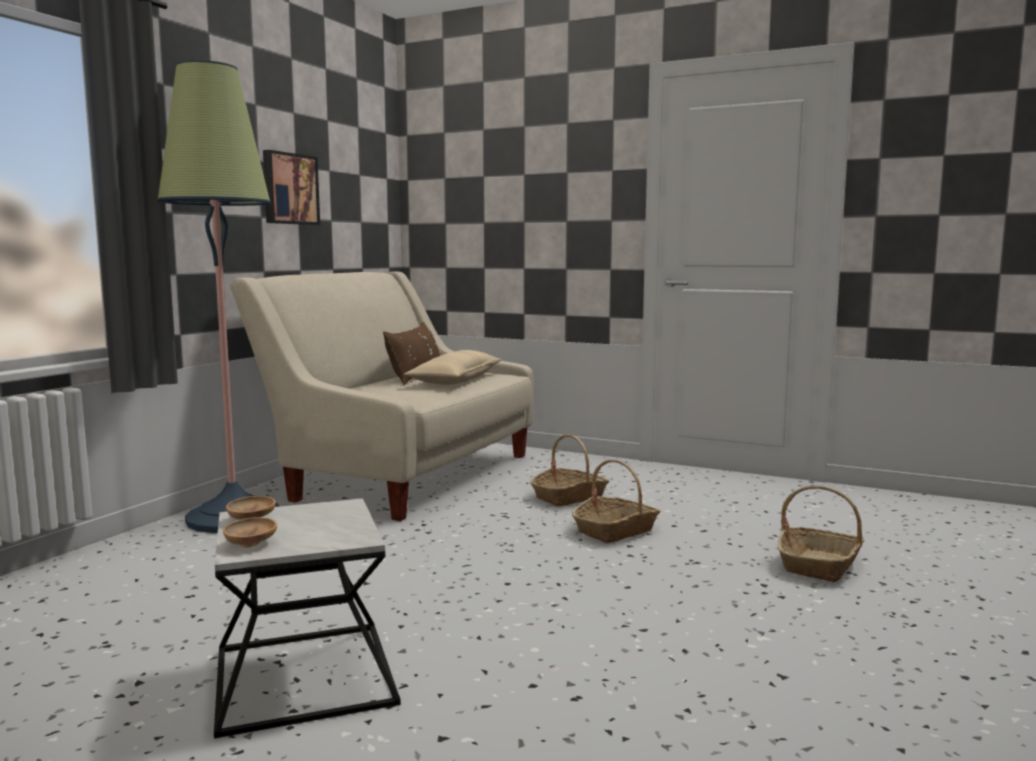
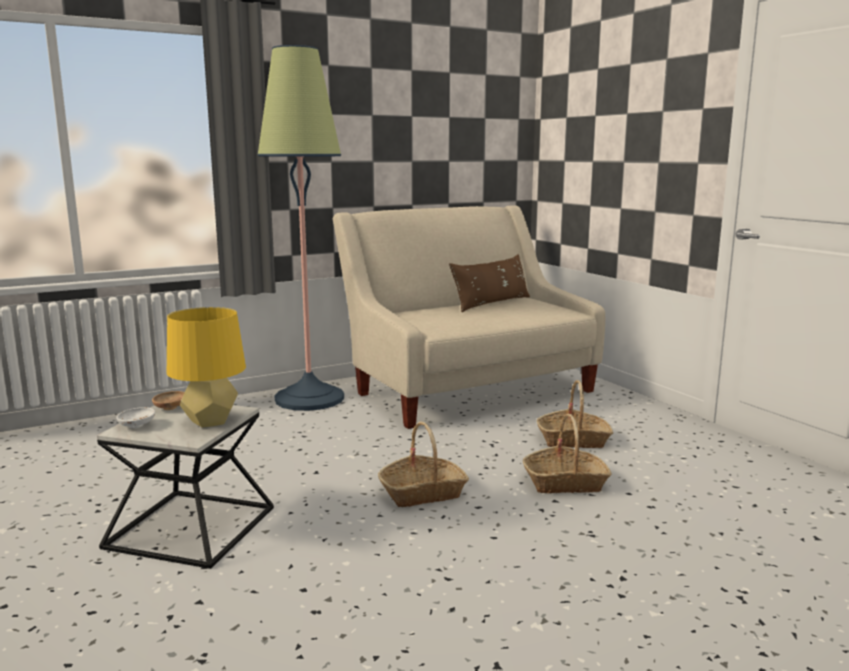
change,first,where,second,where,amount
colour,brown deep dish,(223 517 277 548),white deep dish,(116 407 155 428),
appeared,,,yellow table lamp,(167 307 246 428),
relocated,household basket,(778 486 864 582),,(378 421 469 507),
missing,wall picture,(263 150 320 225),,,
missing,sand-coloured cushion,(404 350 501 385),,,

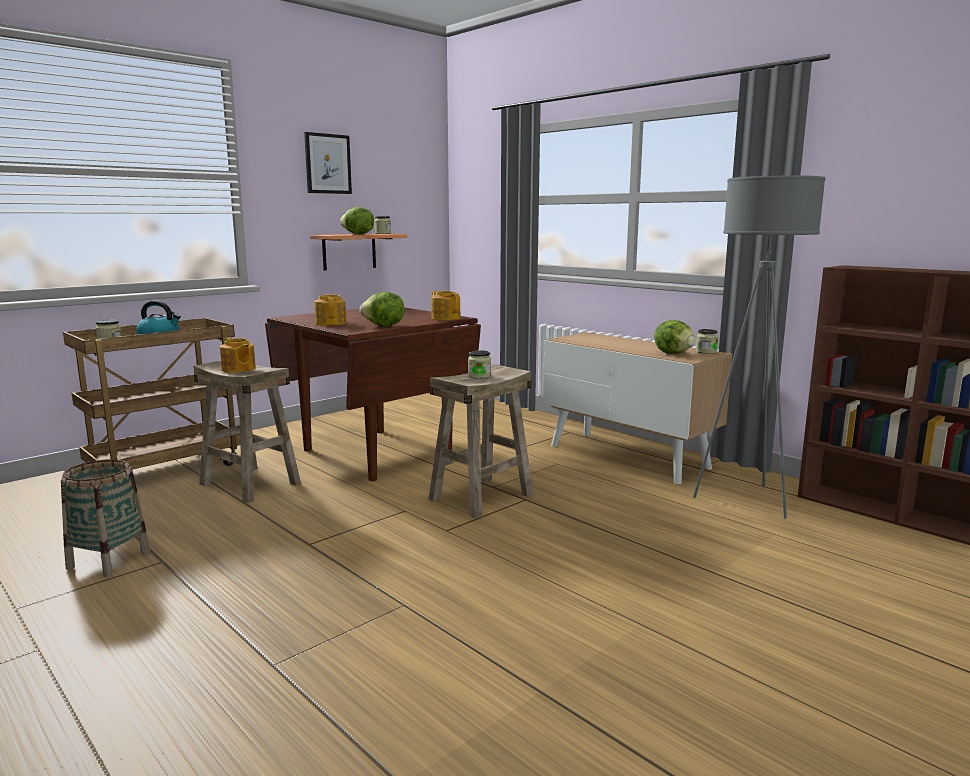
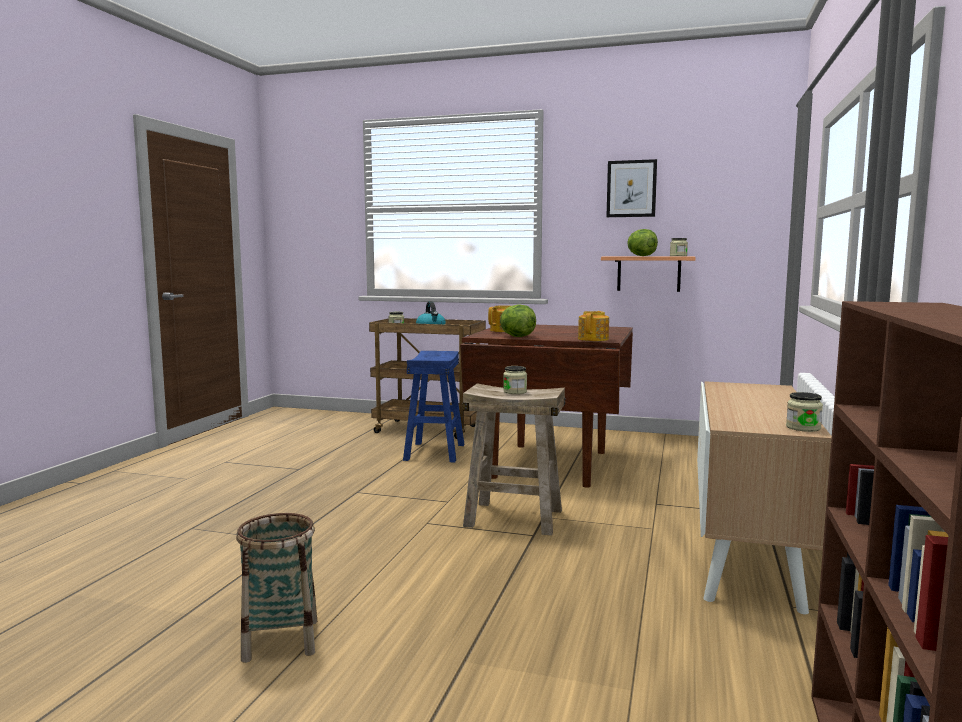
change,first,where,second,where,amount
relocated,household basket,(61 459 150 577),,(236 513 317 663),
colour,sand-coloured sitting stool,(193 361 301 503),blue sitting stool,(403 351 464 462),
missing,pot for tea,(220 337 256 373),,,
missing,head of lettuce,(654 320 695 354),,,
missing,gray standing lamp,(693 175 826 519),,,

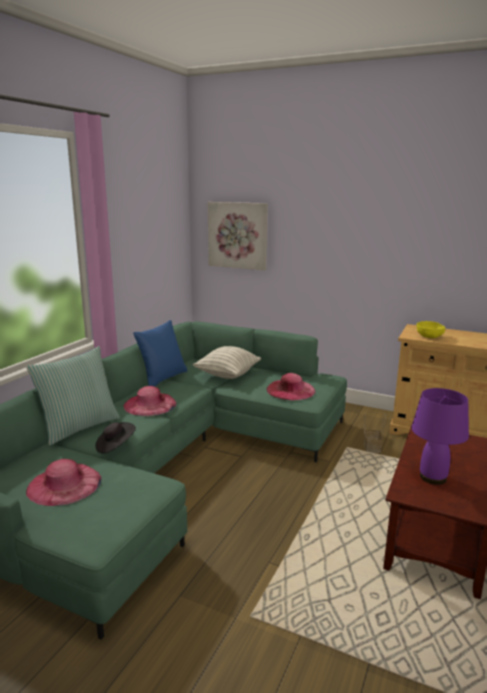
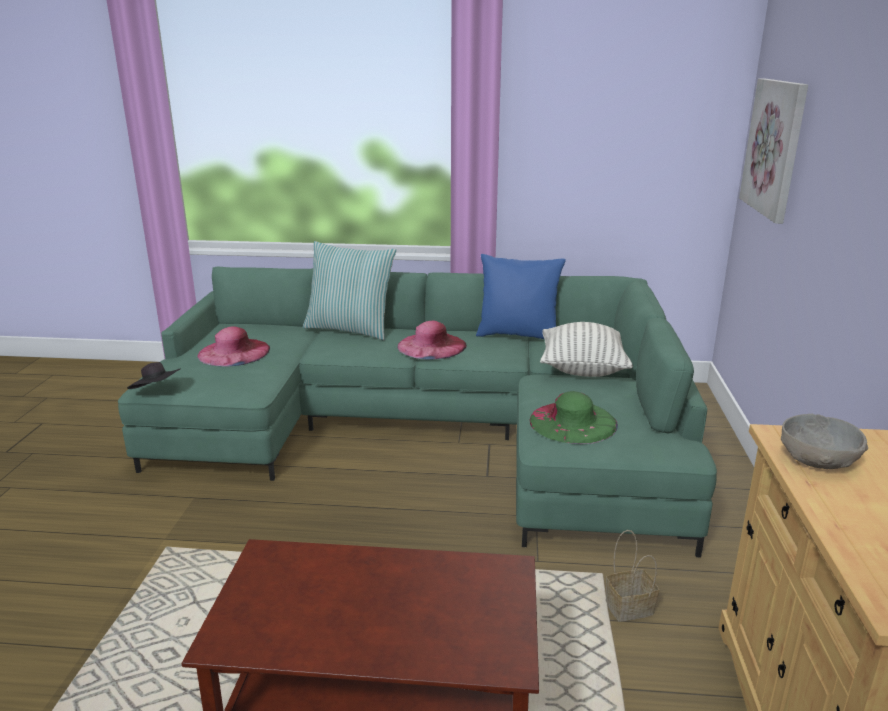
change,first,where,second,where,amount
relocated,black clothing hat,(95 422 136 453),,(127 362 180 389),
colour,pink clothing hat,(267 373 315 400),greenish clothing hat,(529 391 618 444),
colour,yellow deep dish,(416 321 445 338),gray deep dish,(781 414 868 469),
missing,purple table lamp,(412 388 469 485),,,

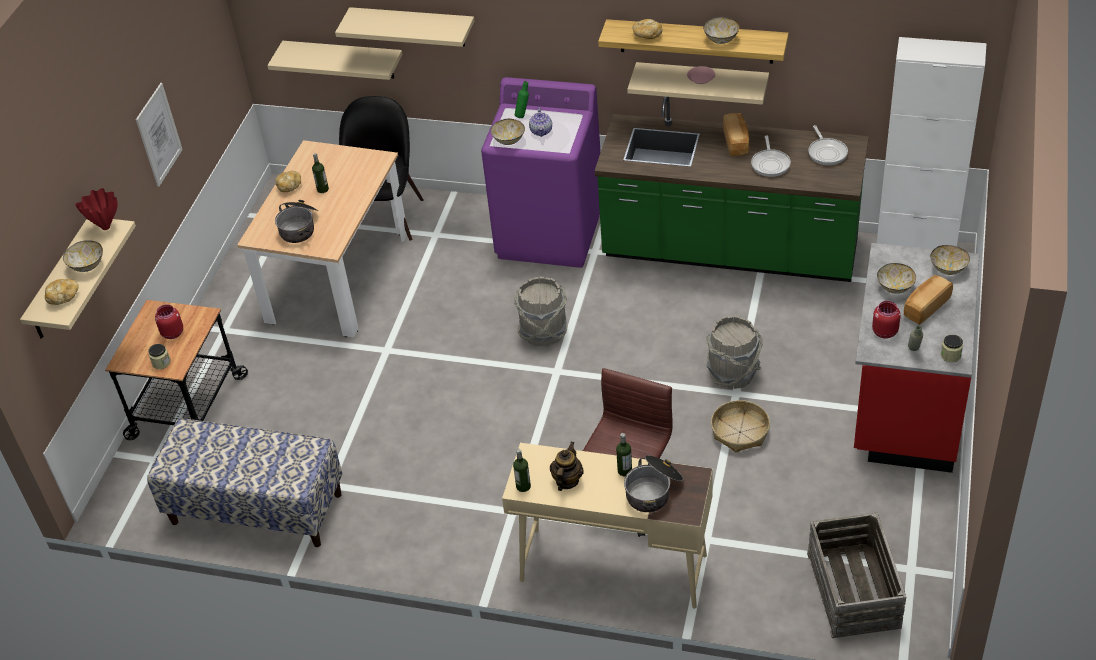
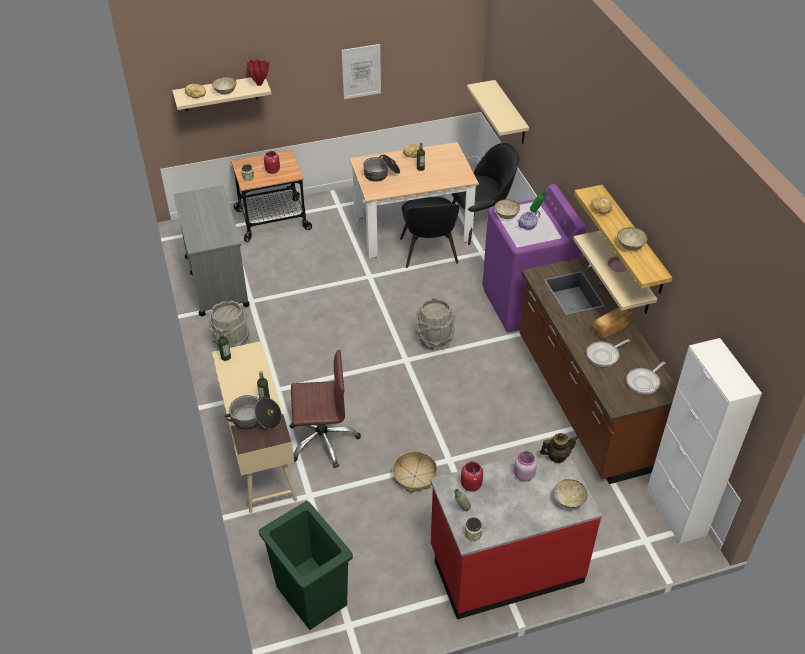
change,first,where,second,where,amount
exchanged,long seat,(147 419 342 547),gray trolley,(174 186 250 316),
relocated,gray water bucket,(706 315 763 389),,(208 301 250 348),
exchanged,crate,(807 512 906 638),greenish rubbish bin,(259 501 353 630),
appeared,,,black plain chair,(400 197 460 268),
exchanged,deep dish,(877 263 916 294),pink preserve jar,(514 451 537 481),
colour,greenish kitchen base unit,(594 96 869 282),brown kitchen base unit,(519 257 677 484),
relocated,pot for tea,(550 442 584 491),,(540 433 579 463),
missing,sand-coloured shelf,(335 7 474 47),,,
missing,bread,(904 275 953 325),,,

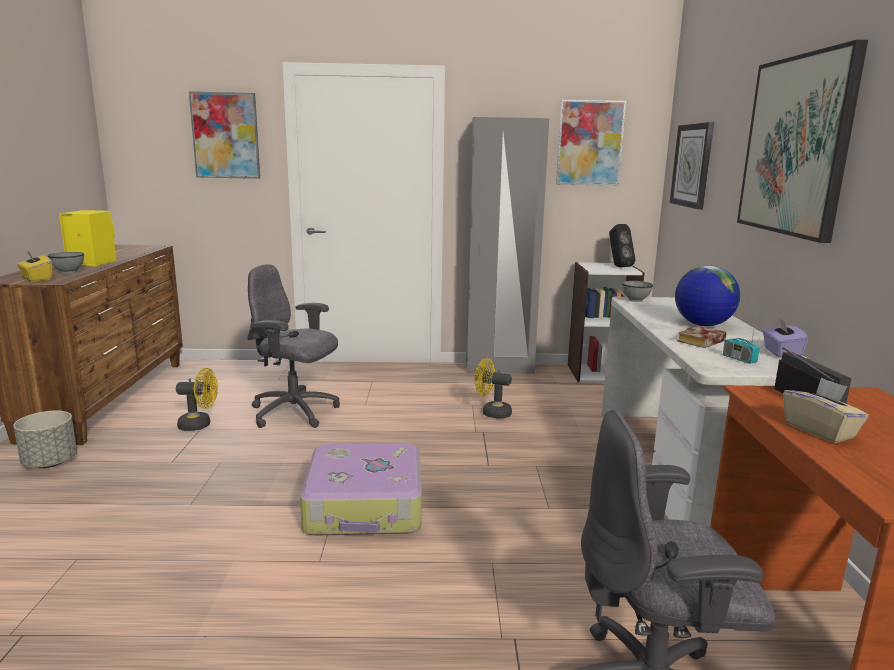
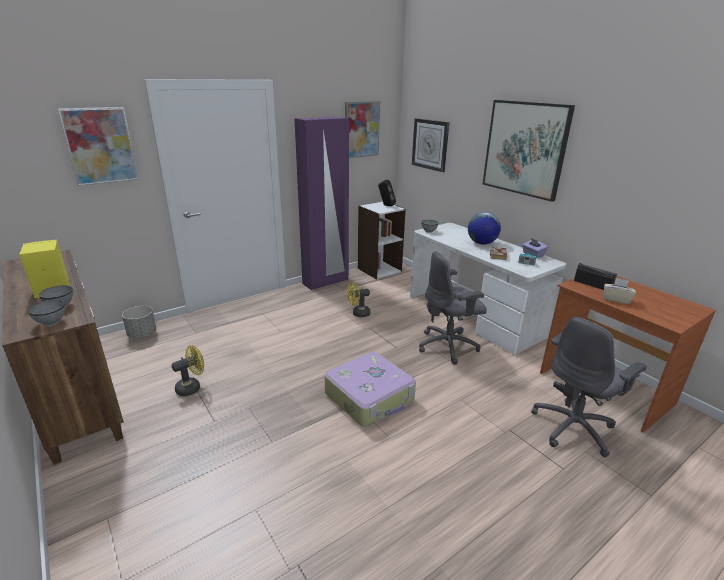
change,first,where,second,where,amount
exchanged,yellow tissue box,(17 251 52 282),gray deep dish,(28 300 65 326),
relocated,gray plant pot,(13 410 77 468),,(122 306 157 338),
colour,gray wardrobe,(466 117 549 374),purple wardrobe,(294 116 349 290),
relocated,gray office chair,(247 264 340 428),,(419 251 487 365),

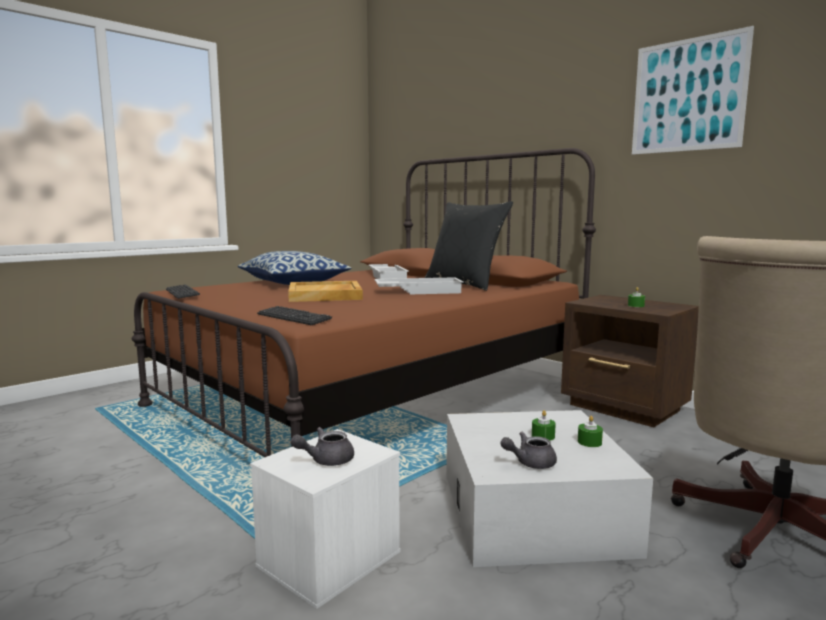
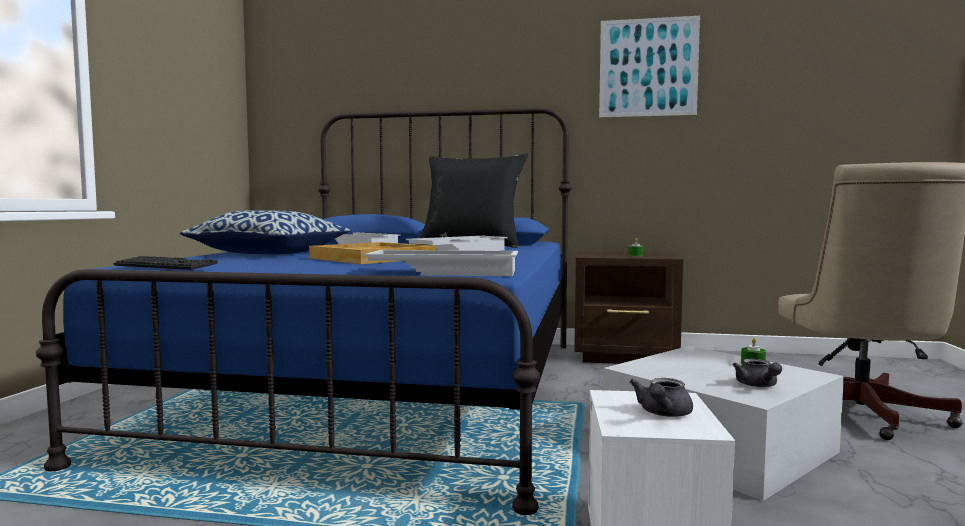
change,first,where,second,where,amount
colour,brown bedroom bed,(132 148 596 457),blue bedroom bed,(36 108 572 515),
exchanged,keyboard,(257 306 332 325),white carrying tray,(364 250 518 276),
spun,gray pot for tea,(500 432 557 469),,(733 358 782 387),45 degrees counterclockwise
missing,greenish wax light,(532 410 556 441),,,

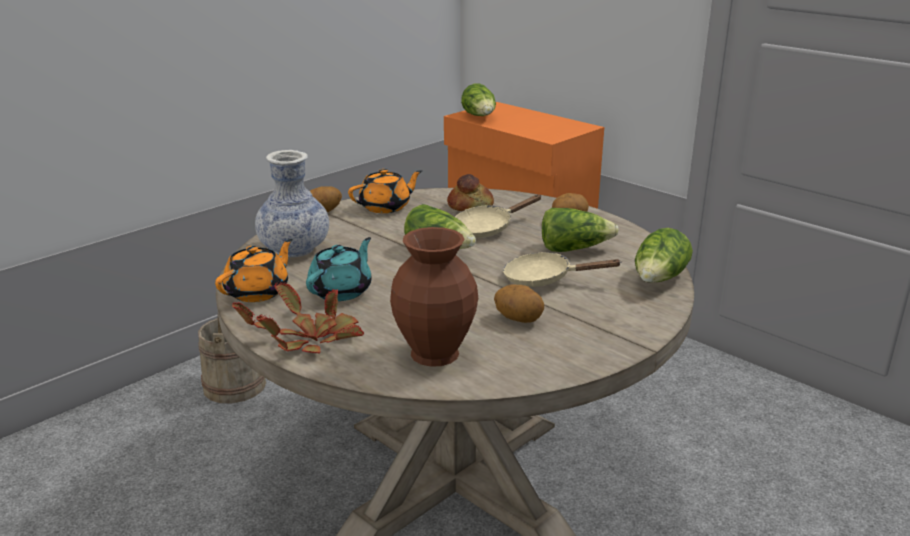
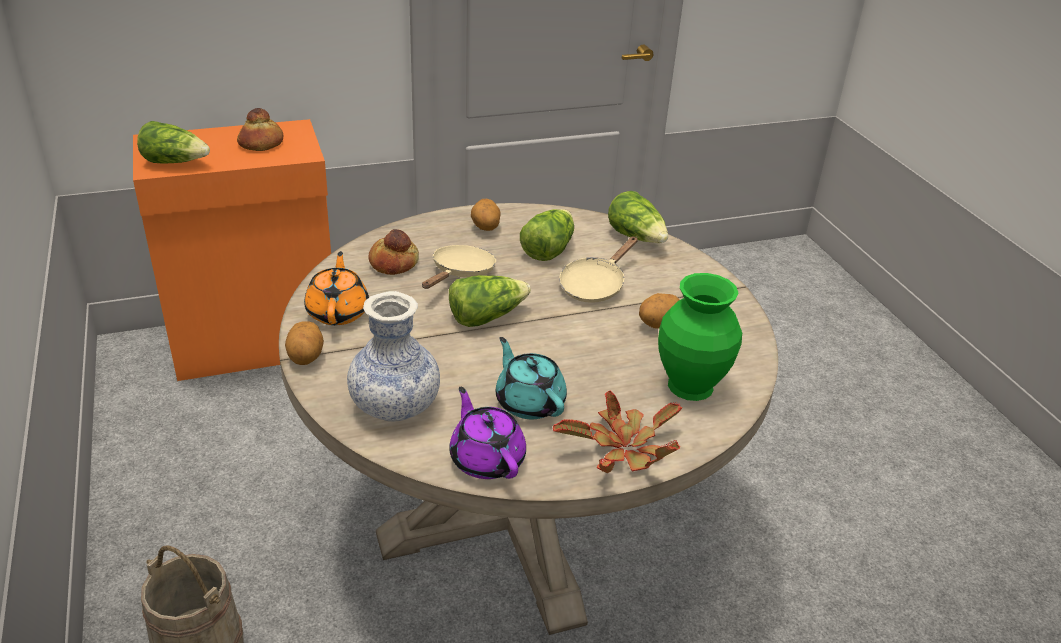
change,first,where,second,where,amount
appeared,,,bread,(237 108 283 151),
spun,sand-coloured pan,(455 195 542 238),,(422 245 496 289),150 degrees counterclockwise
colour,orange-coloured pot for tea,(215 239 293 302),purple pot for tea,(449 387 526 479),
colour,brown vase,(390 227 478 367),greenish vase,(658 273 742 401),

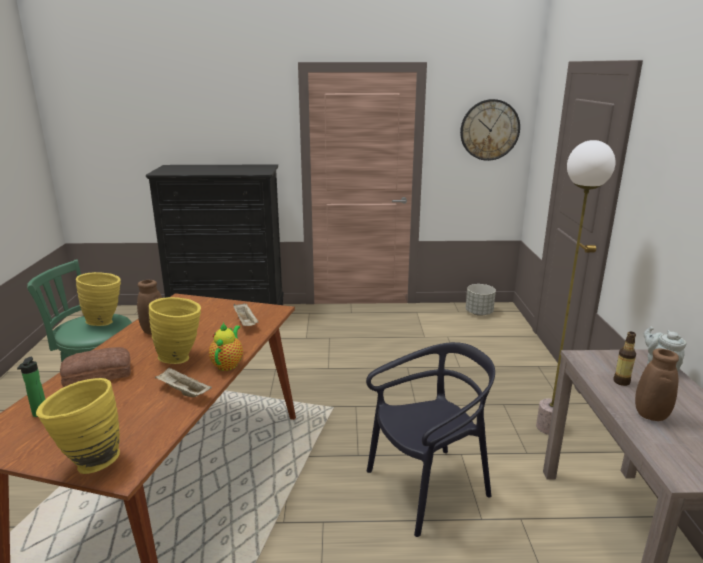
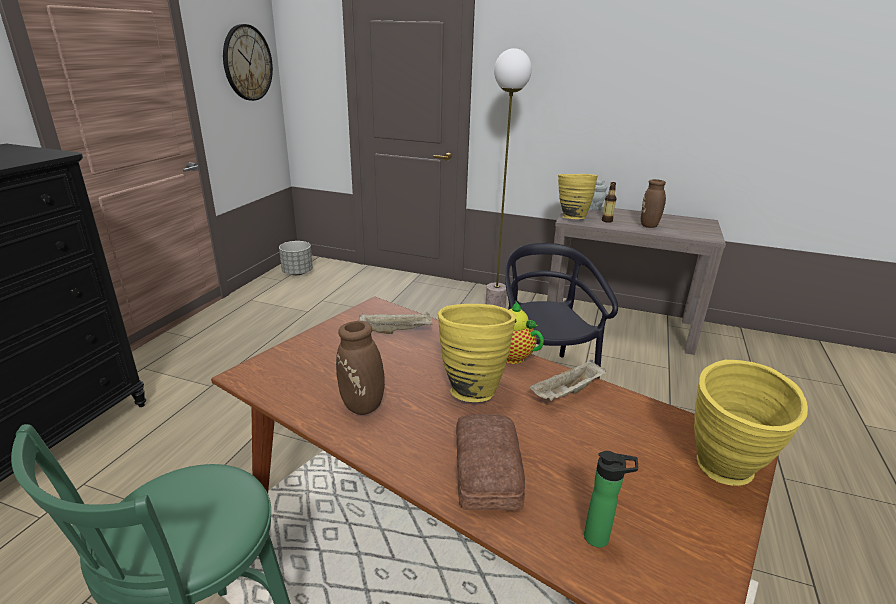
change,first,where,second,where,amount
relocated,yellow vase,(76 272 121 326),,(558 174 598 219),

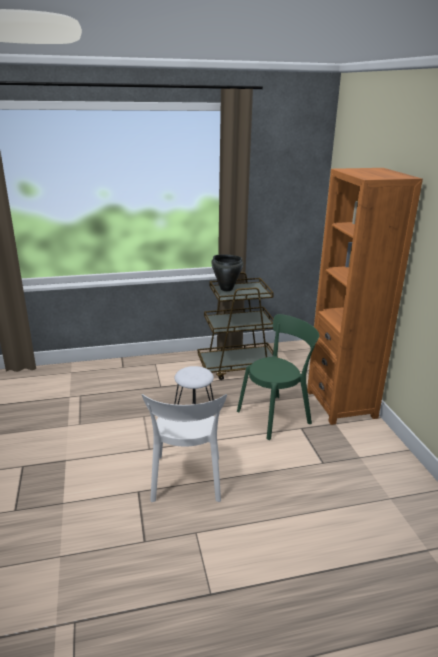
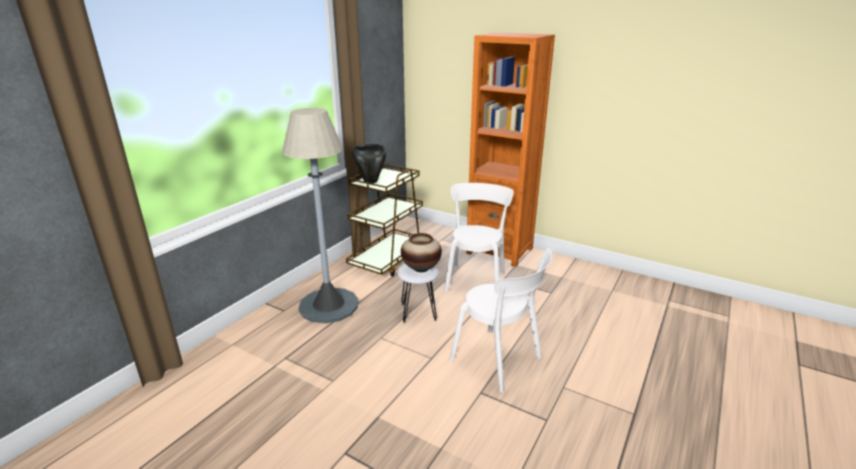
change,first,where,second,where,amount
appeared,,,gray standing lamp,(282 108 358 323),
appeared,,,vase,(401 233 442 272),
colour,greenish plain chair,(237 314 319 440),white plain chair,(444 183 514 292),

